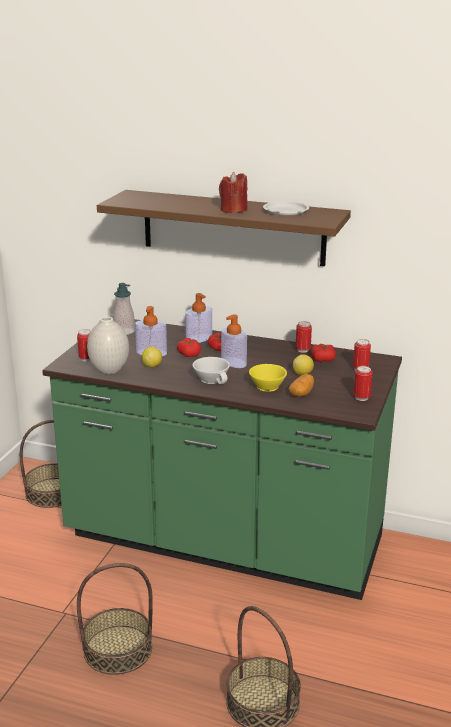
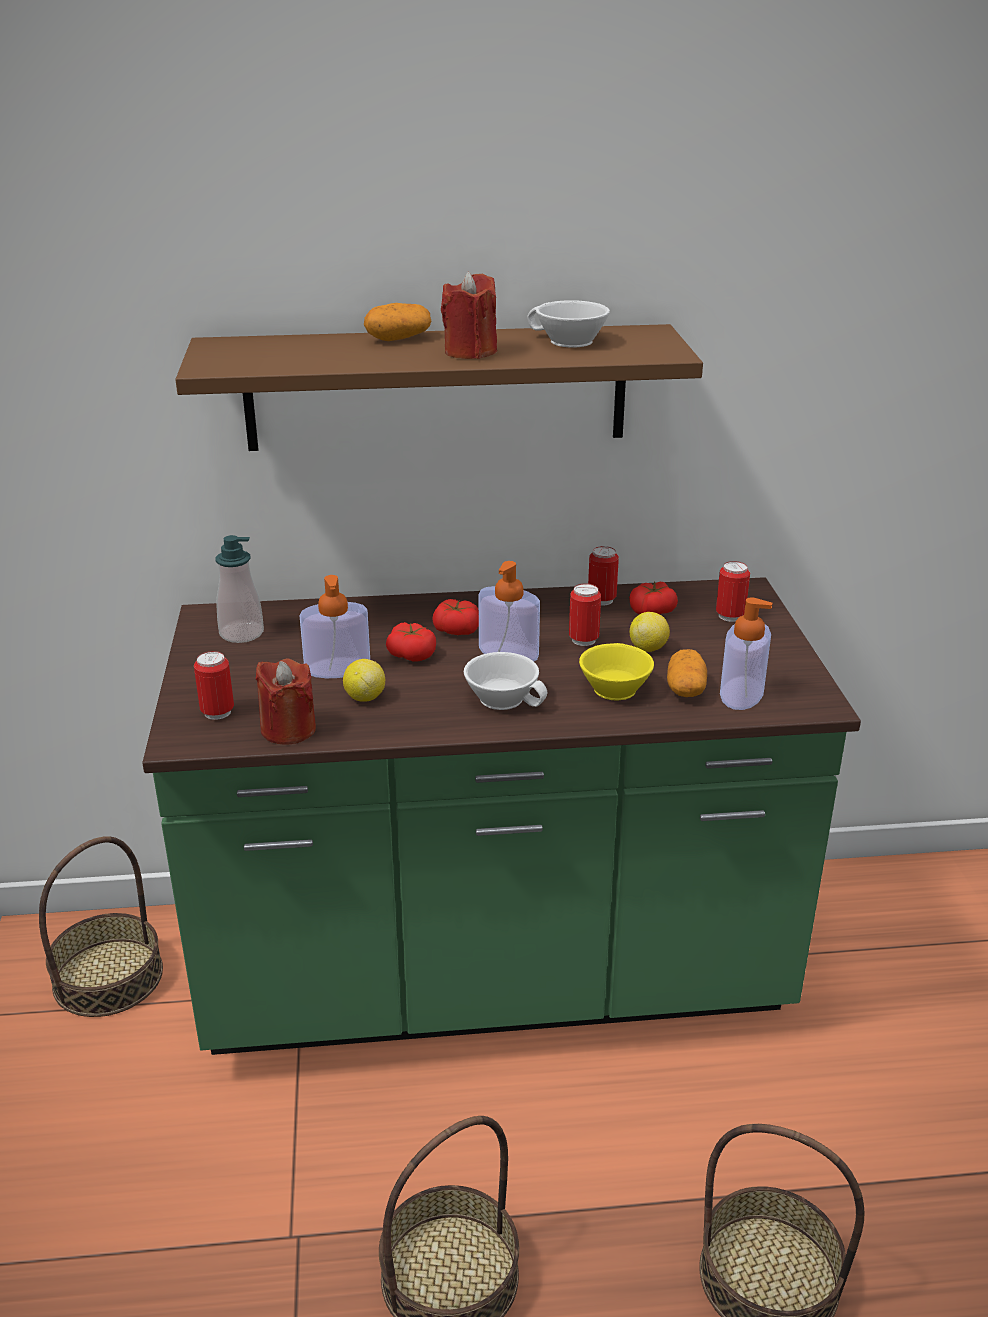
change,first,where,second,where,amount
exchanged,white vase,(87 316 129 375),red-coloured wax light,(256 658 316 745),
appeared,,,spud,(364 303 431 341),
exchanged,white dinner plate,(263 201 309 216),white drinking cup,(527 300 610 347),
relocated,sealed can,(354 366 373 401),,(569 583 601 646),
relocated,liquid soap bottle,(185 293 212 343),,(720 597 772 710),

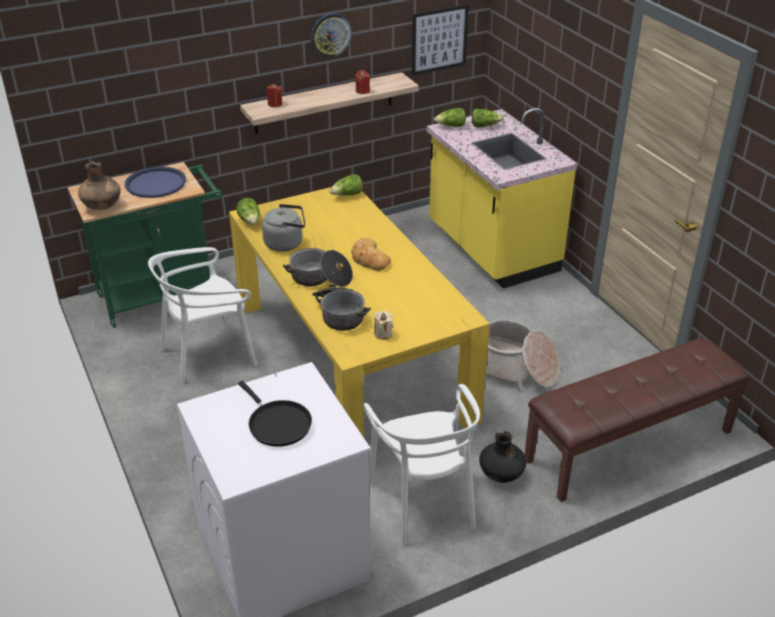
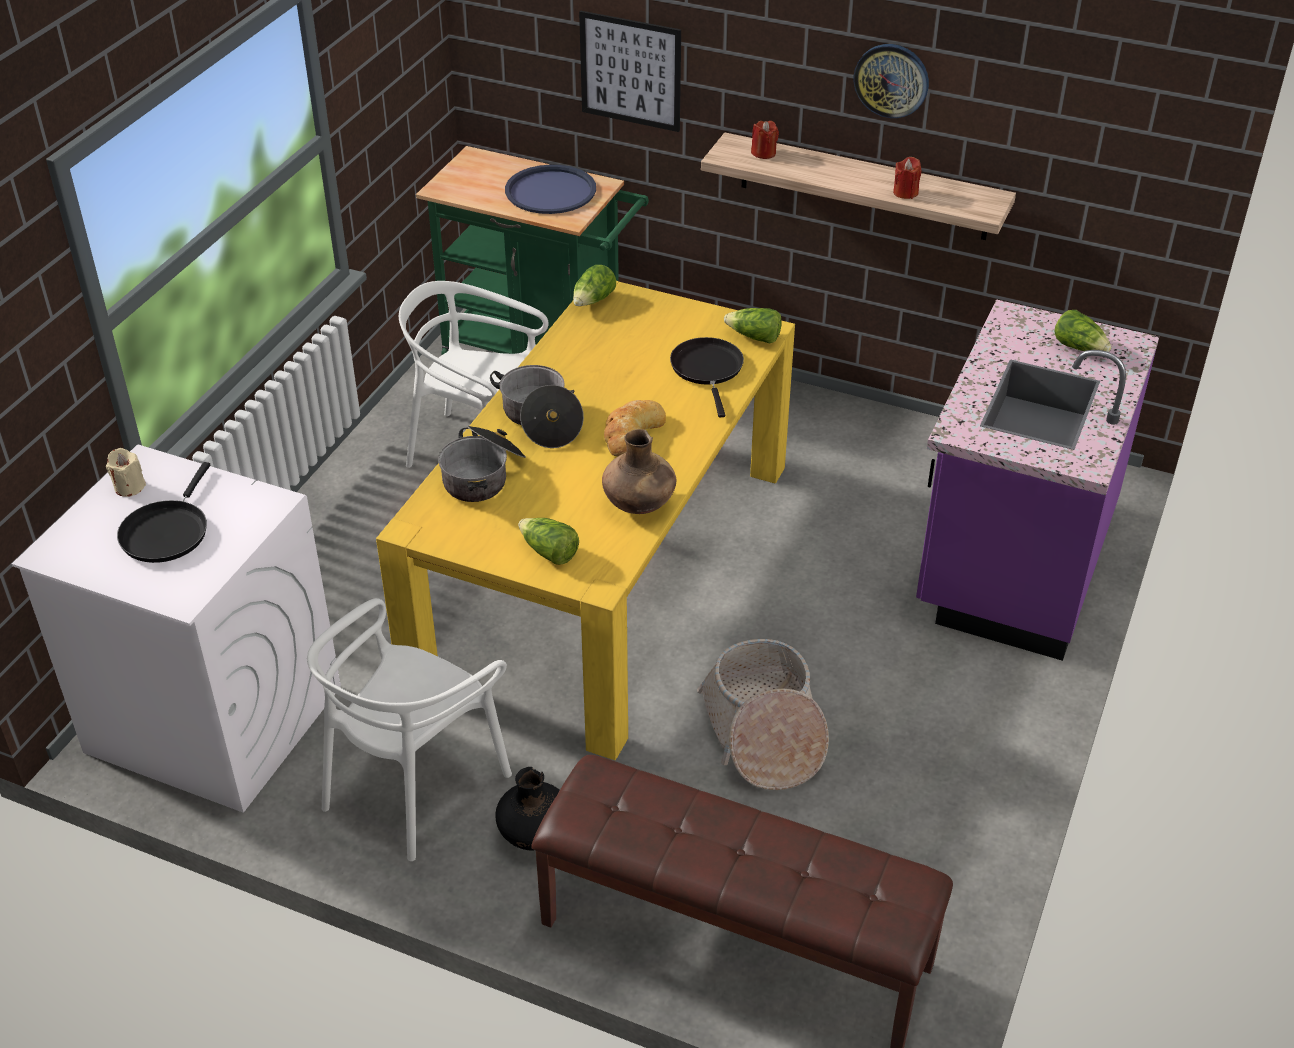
change,first,where,second,where,amount
relocated,sand-coloured wax light,(374 311 393 340),,(106 448 146 497),
relocated,head of lettuce,(434 108 466 127),,(518 518 579 565),
relocated,wall picture,(412 4 469 76),,(579 11 681 132),
relocated,brown vase,(78 161 121 210),,(602 429 676 514),
appeared,,,black pan,(670 337 744 417),
colour,yellow kitchen base unit,(427 108 577 289),purple kitchen base unit,(916 299 1159 661),
missing,gray tea kettle,(262 204 305 252),,,

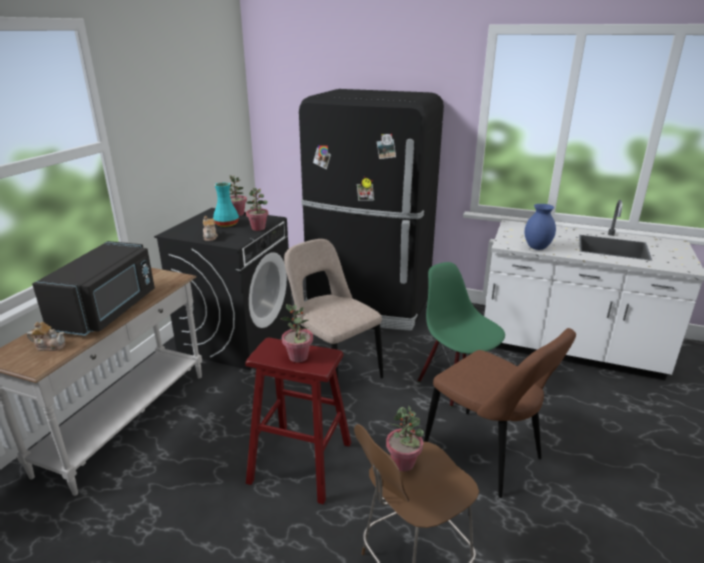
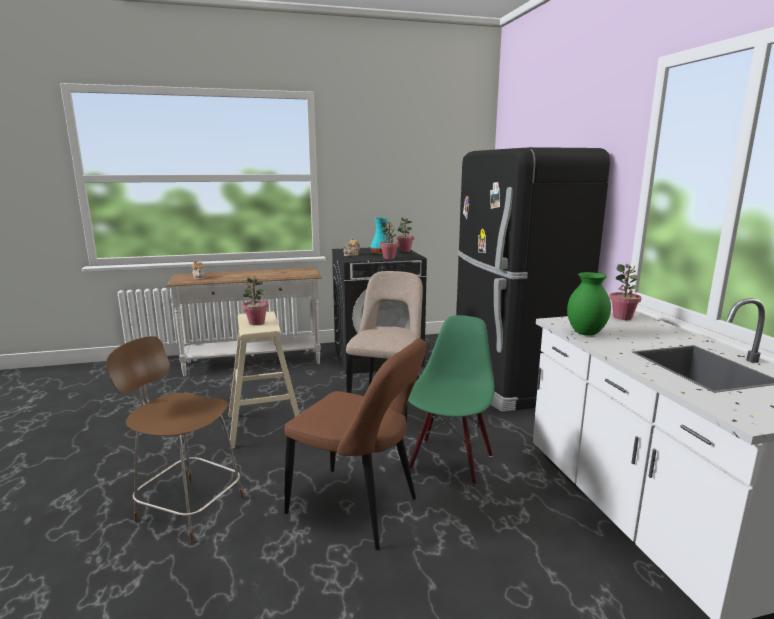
change,first,where,second,where,amount
colour,red-coloured sitting stool,(245 338 351 504),sand-coloured sitting stool,(228 312 300 449),
spun,brown plain chair,(424 328 576 498),,(284 338 427 550),75 degrees counterclockwise
colour,blue vase,(525 204 556 250),greenish vase,(567 272 611 336),
relocated,houseplant,(386 406 424 471),,(610 264 641 320),
missing,black microwave,(32 241 155 336),,,

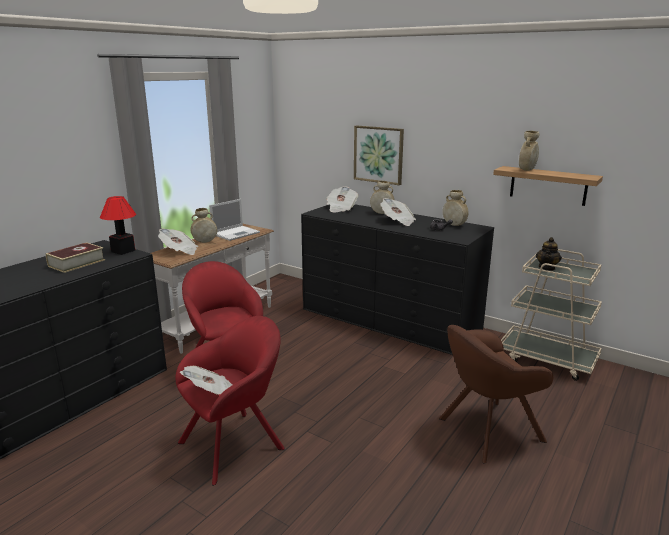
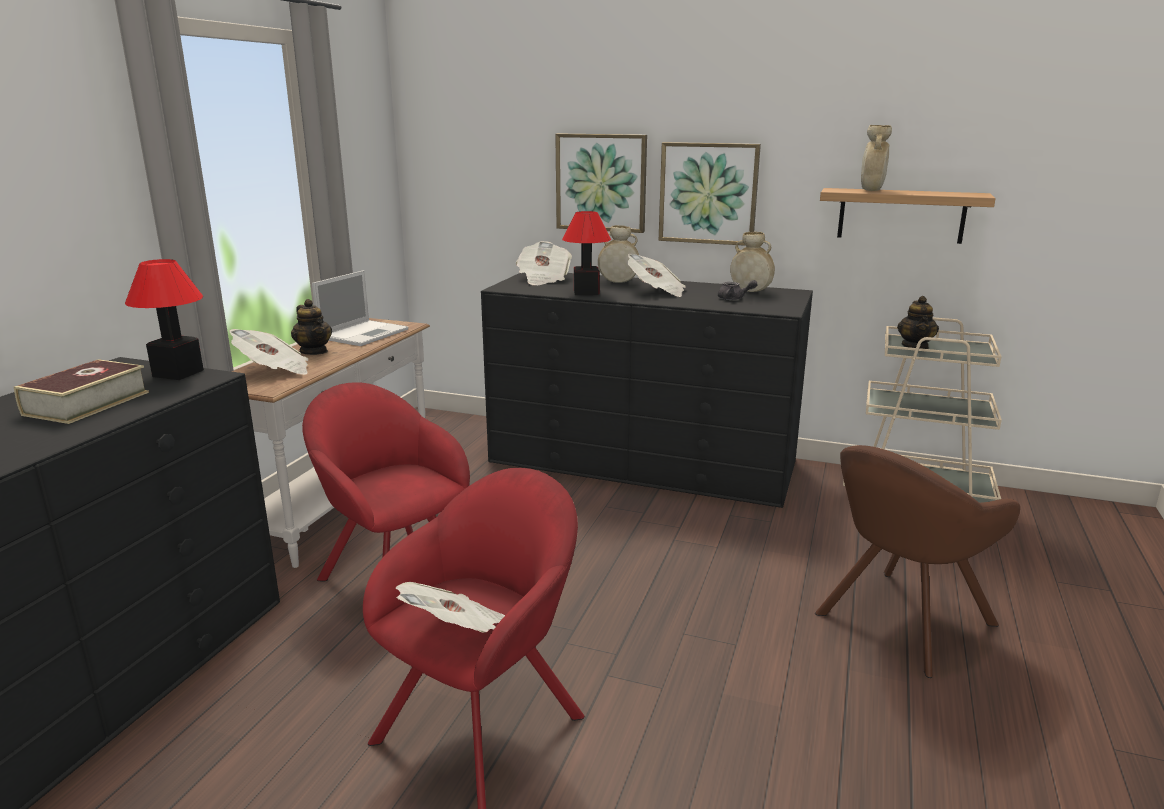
change,first,where,second,where,amount
exchanged,sand-coloured vase,(191 208 217 243),pot for tea,(291 299 332 355),
appeared,,,table lamp,(562 211 611 295),
appeared,,,wall picture,(659 142 761 246),

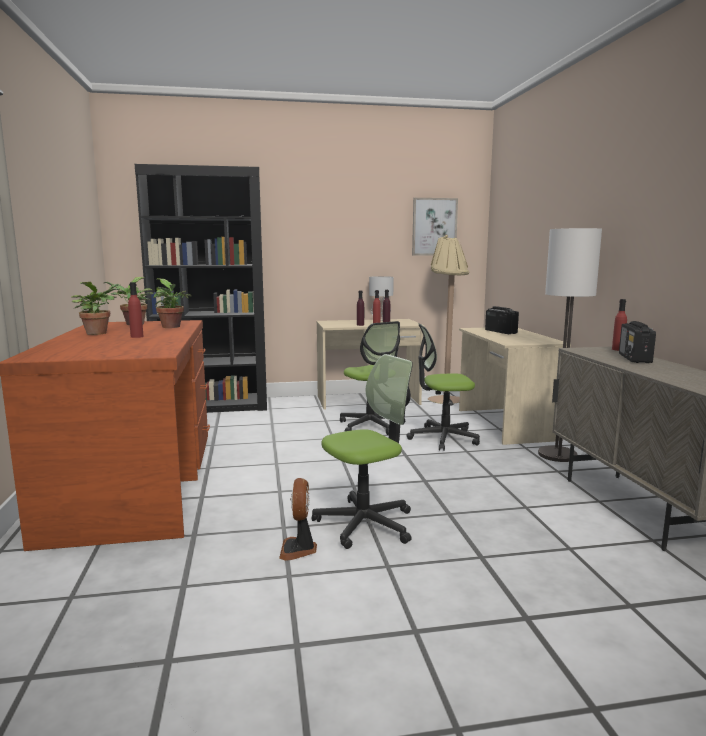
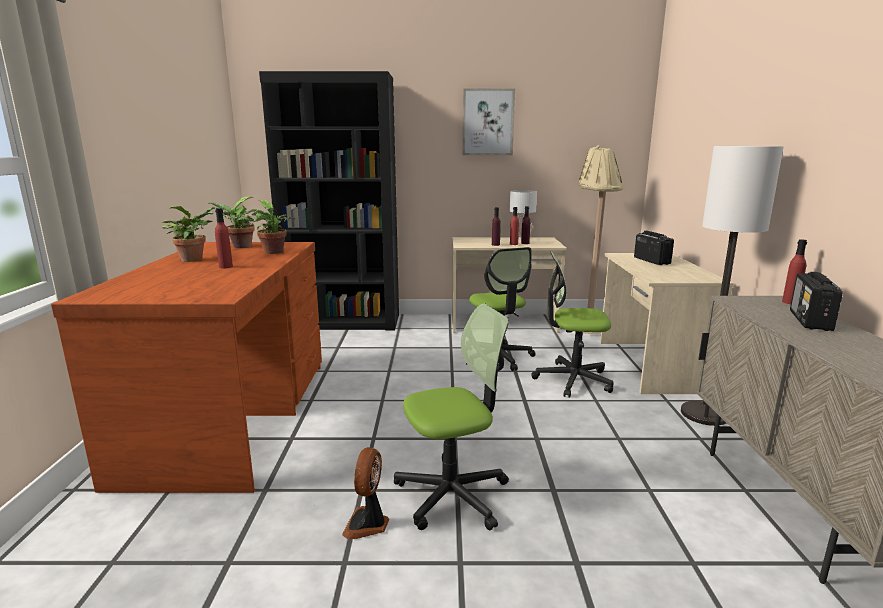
change,first,where,second,where,amount
relocated,wall picture,(412 198 458 255),,(463 88 515 155),

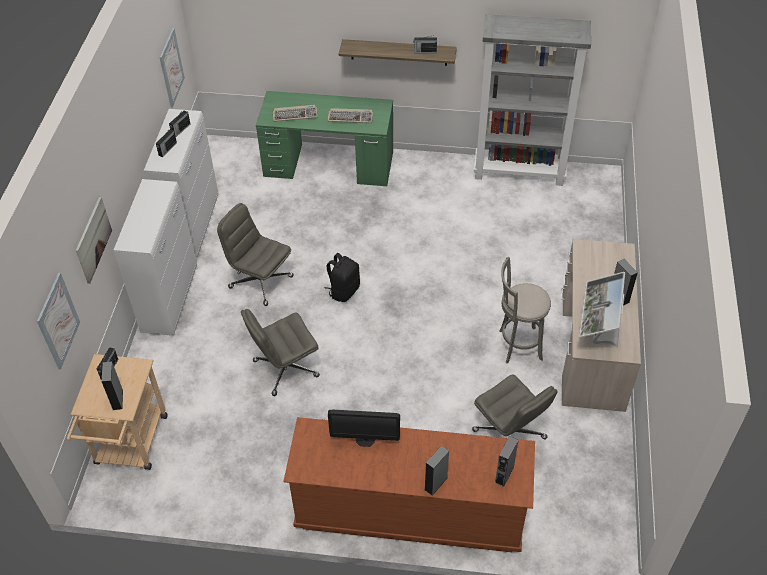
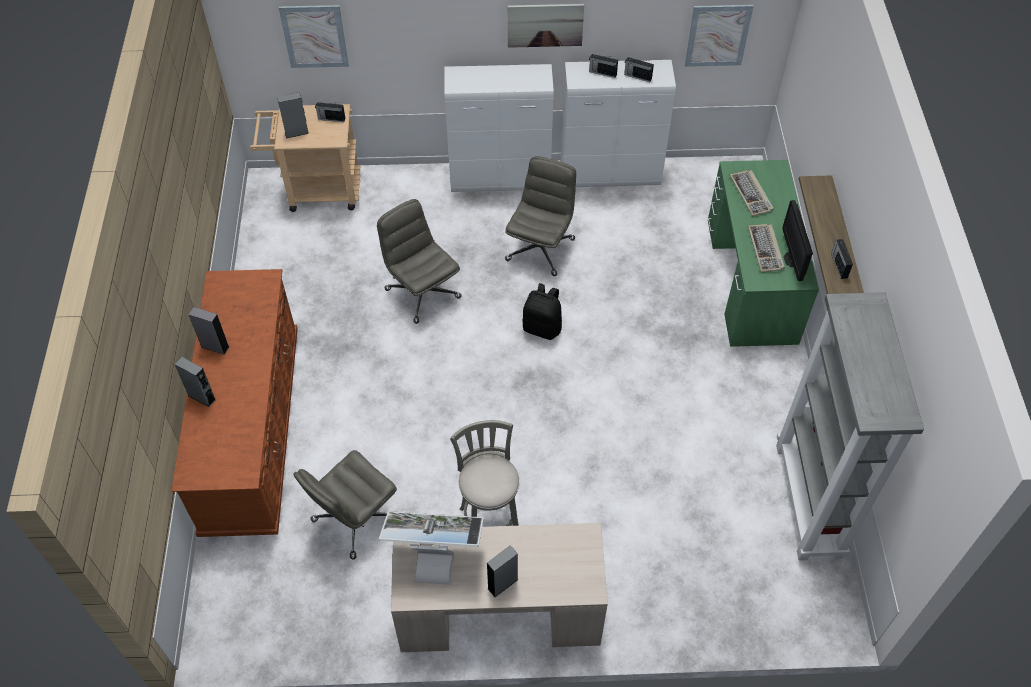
change,first,where,second,where,amount
relocated,gray audio speaker,(494 436 519 487),,(189 307 229 355),
relocated,wall picture,(76 197 112 284),,(508 4 584 48),
relocated,monitor,(328 410 400 447),,(782 200 813 281),

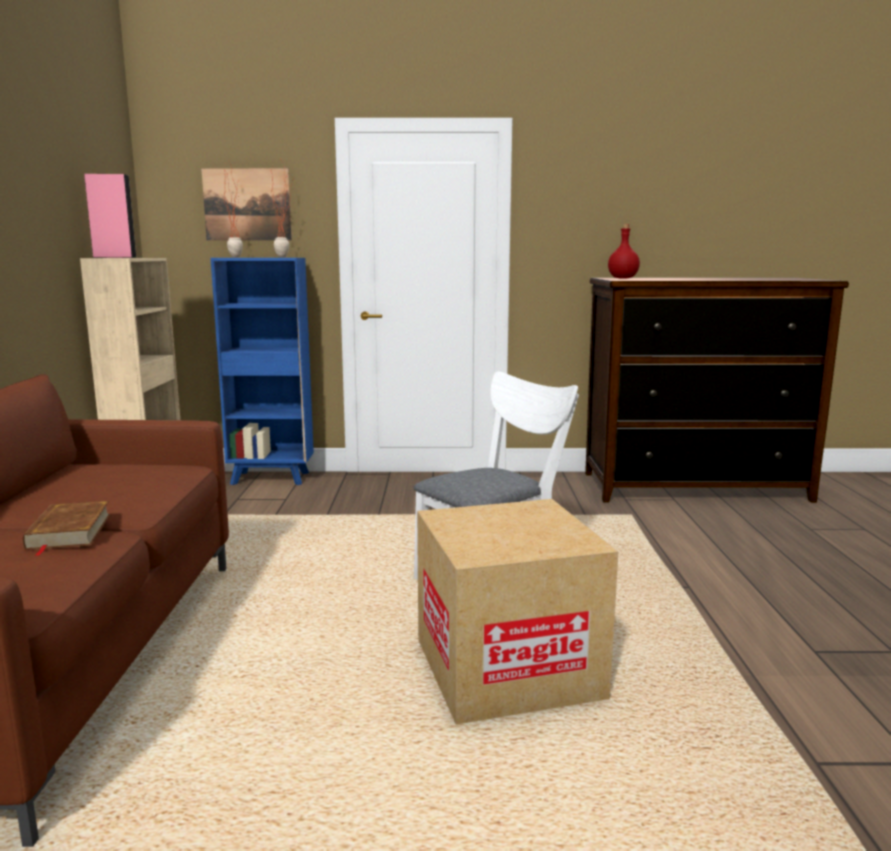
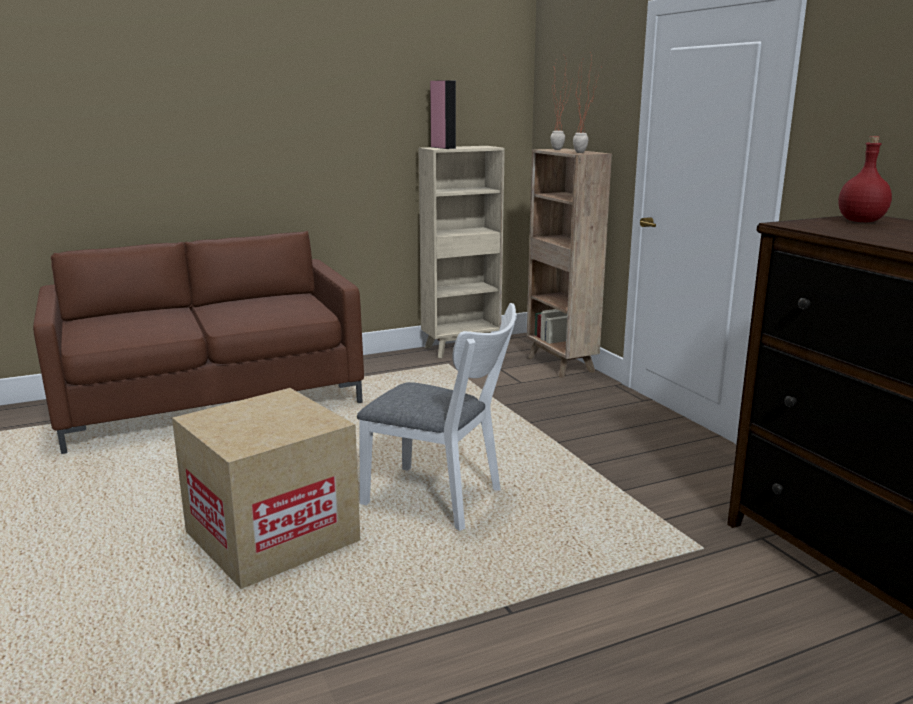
change,first,where,second,where,amount
colour,blue bookcase,(210 258 314 485),brown bookcase,(527 149 612 378),
missing,brown volume,(23 501 111 556),,,
missing,wall picture,(201 168 292 240),,,

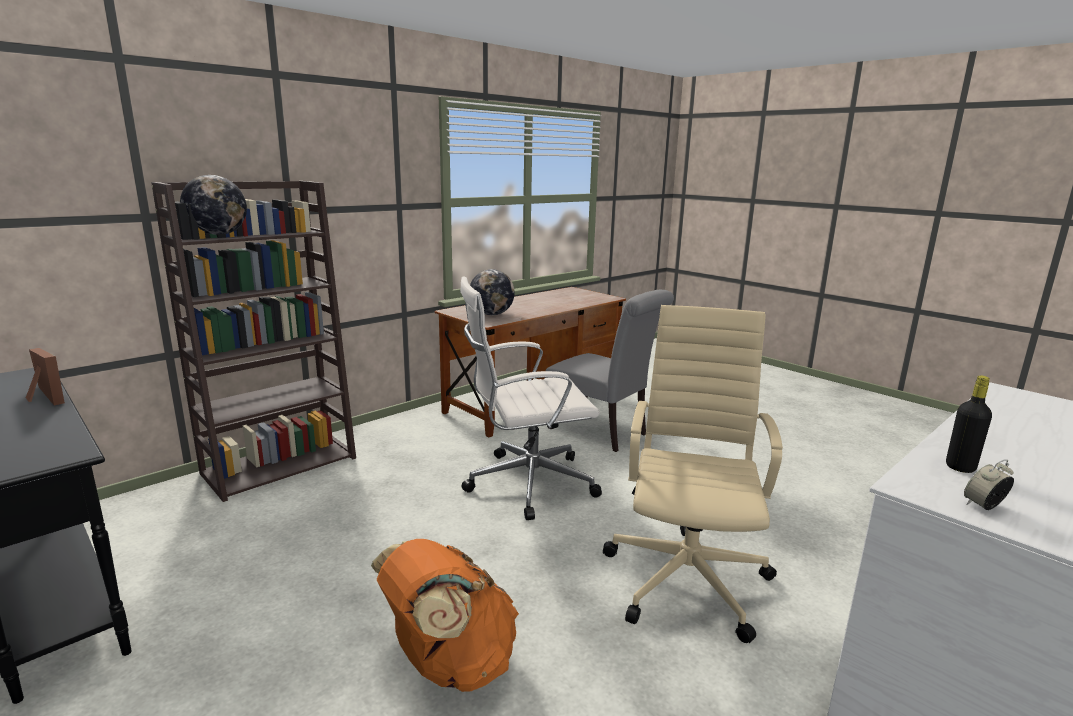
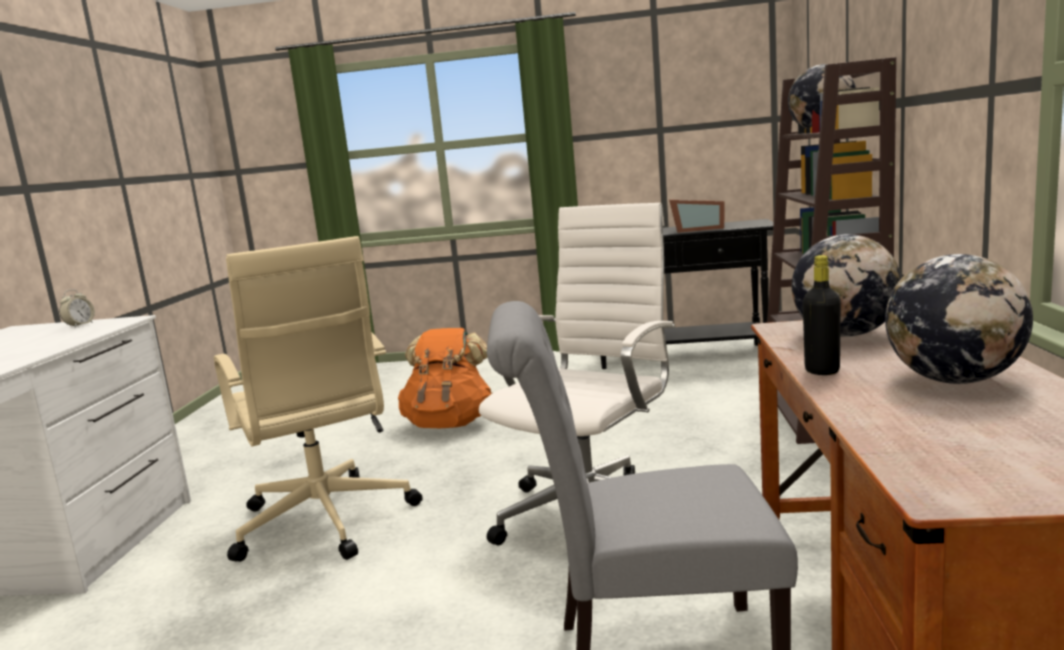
change,first,where,second,where,amount
relocated,black beverage bottle,(946 376 992 473),,(803 255 841 375),
appeared,,,desk globe,(885 254 1033 384),

